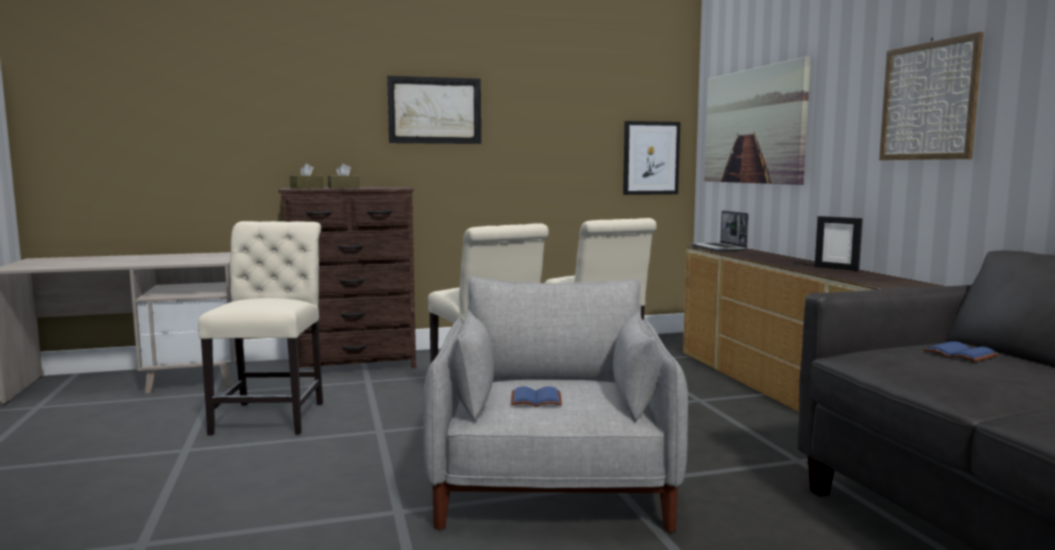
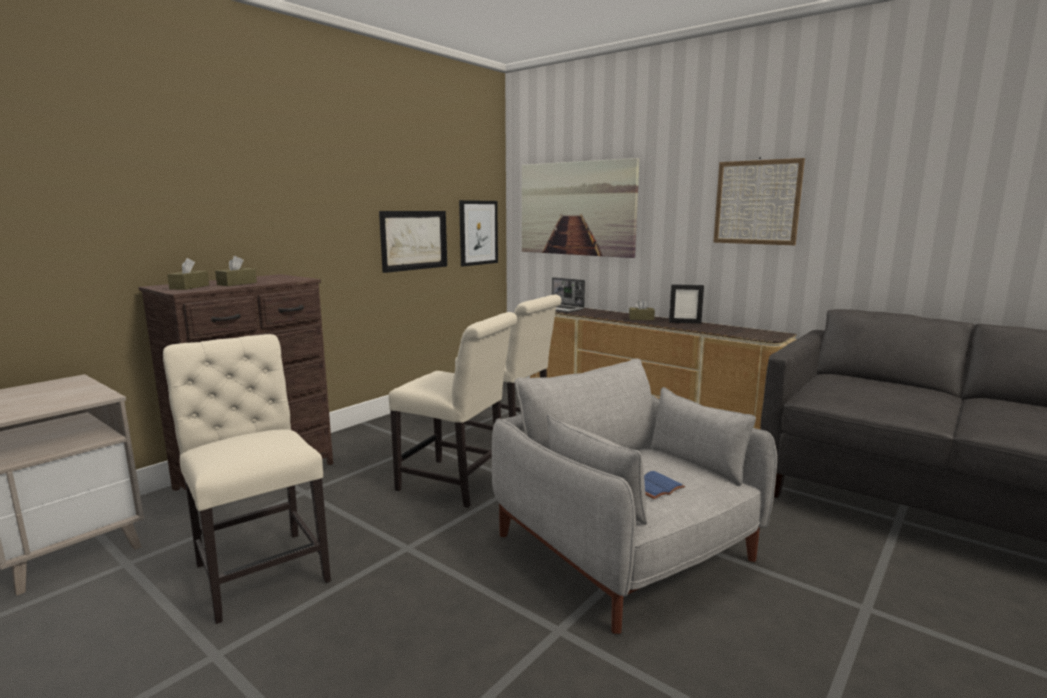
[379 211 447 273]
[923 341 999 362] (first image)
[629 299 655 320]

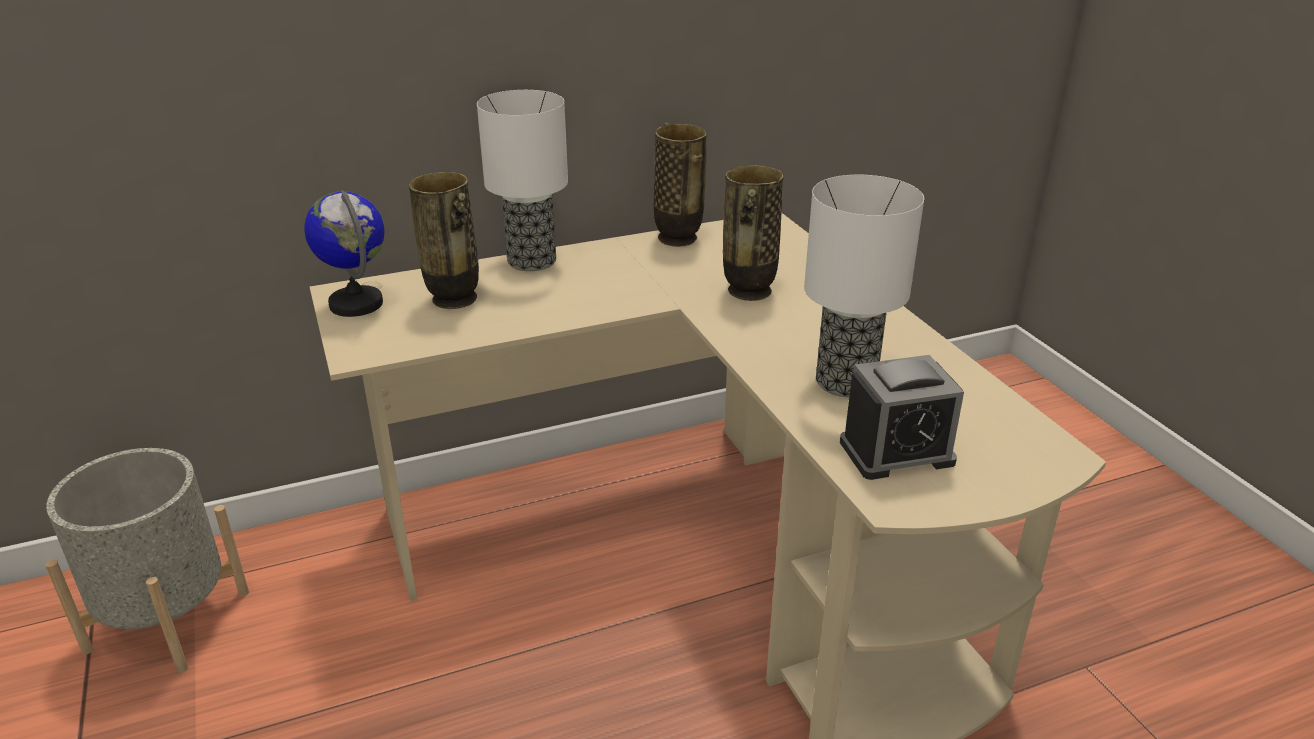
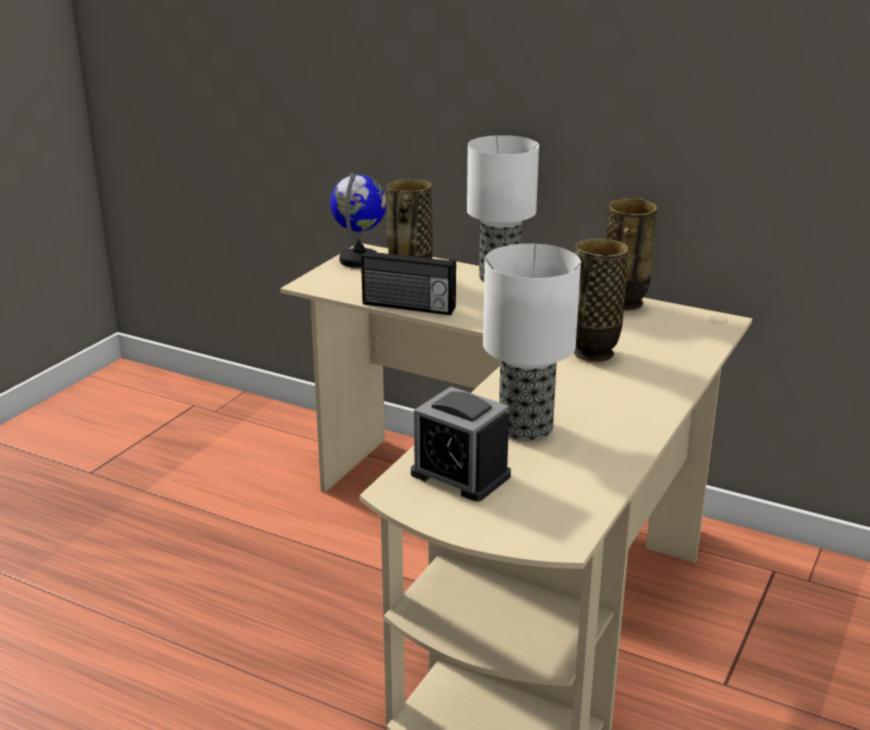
[45 448 249 673] (first image)
[361 250 456 315]

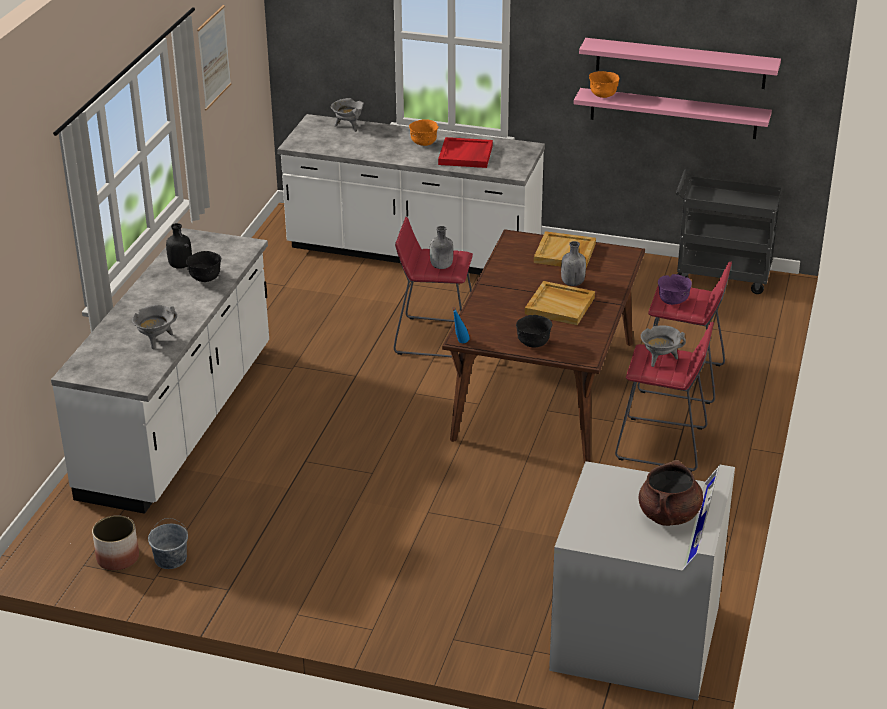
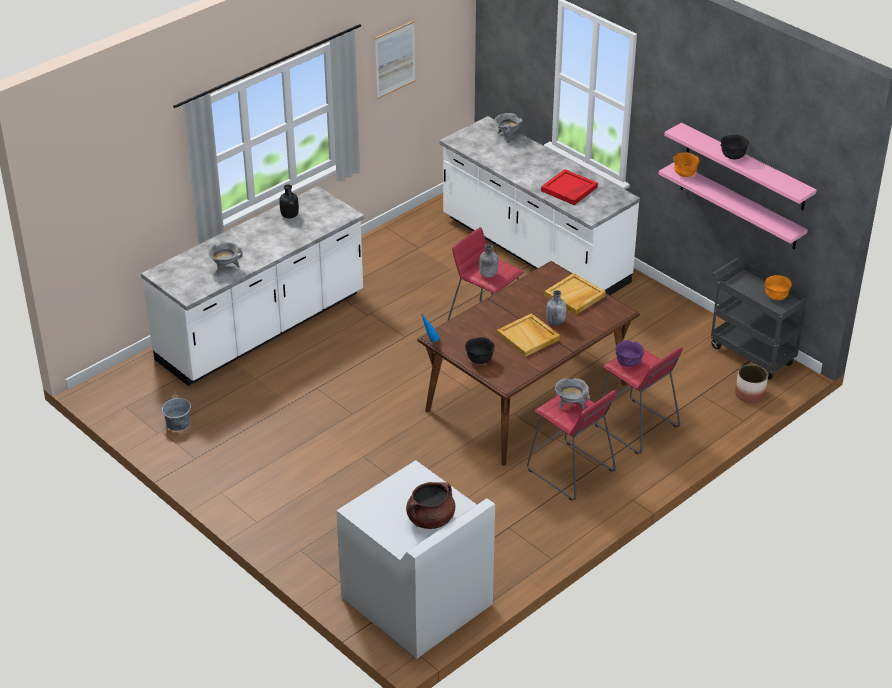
[765 275 792 300]
[720 135 749 159]
[735 364 768 403]

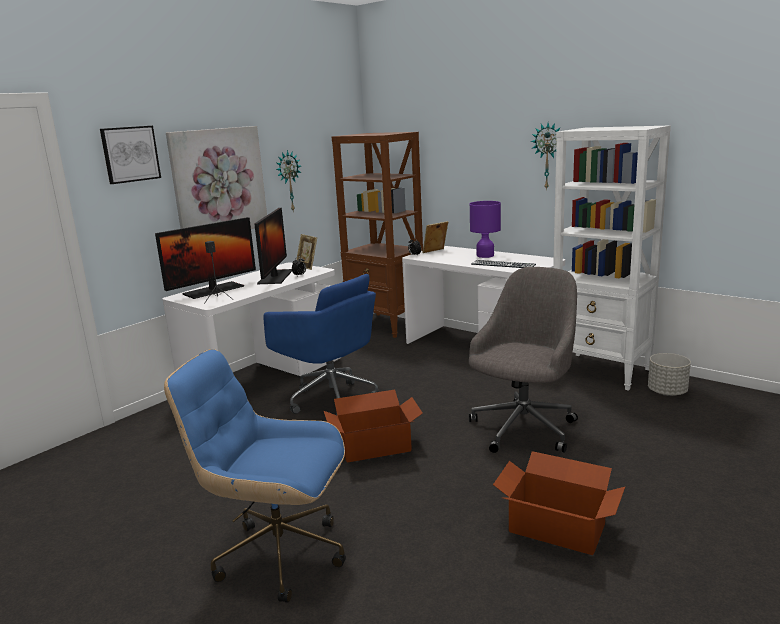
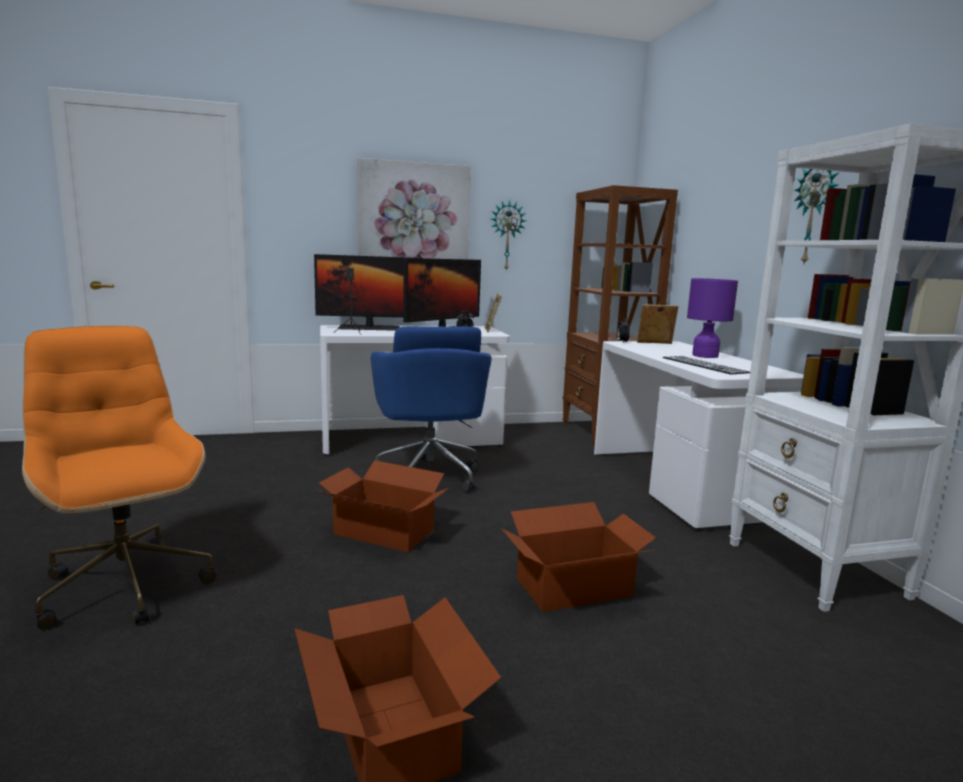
[100 126 161 184] (first image)
[501 502 656 612]
[22 326 216 630]
[648 353 691 396] (first image)

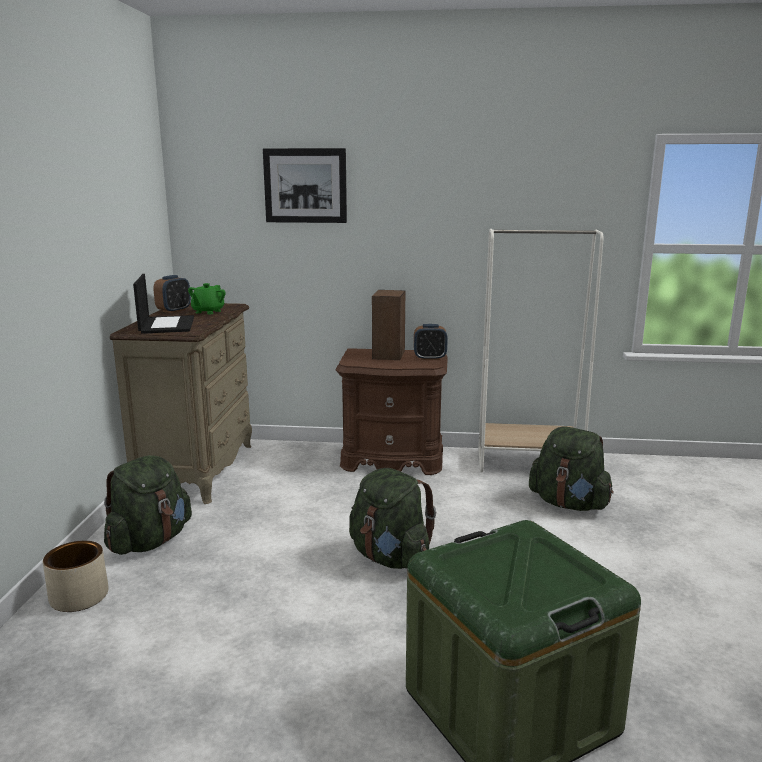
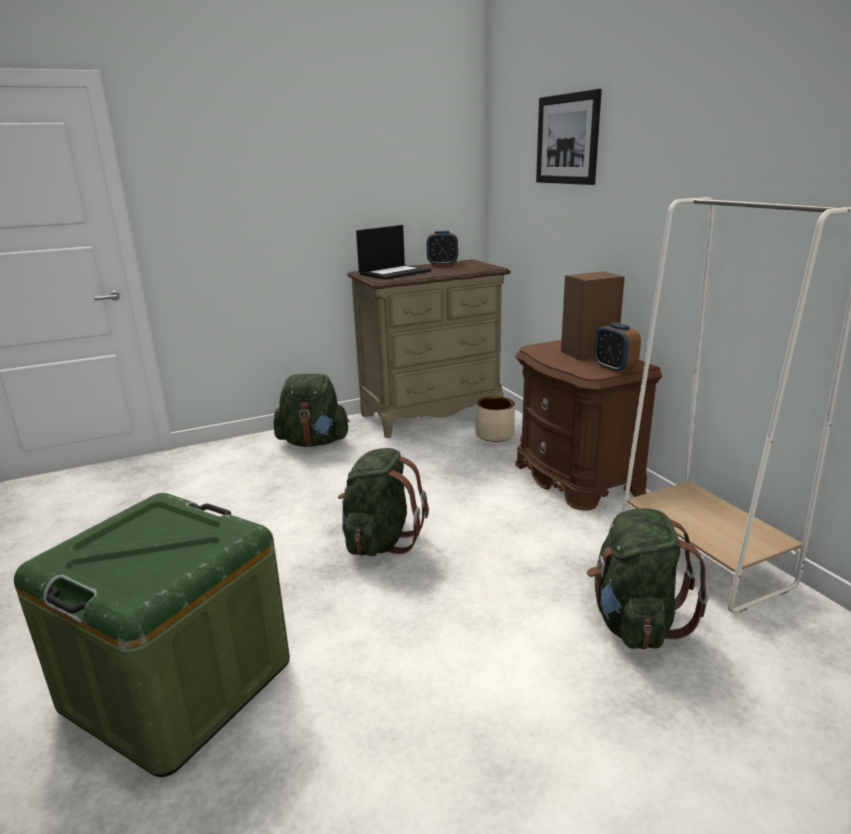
[188 283 226 315] (first image)
[475 396 515 442]

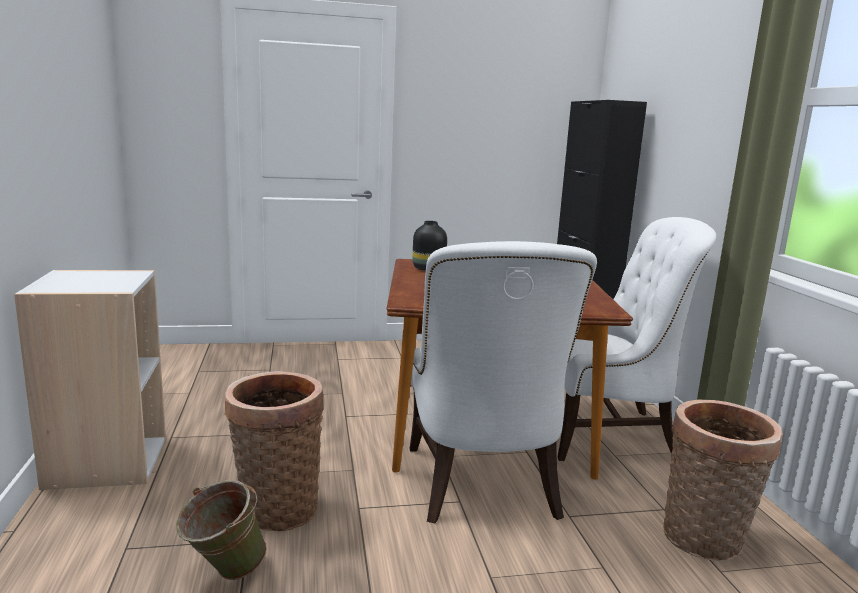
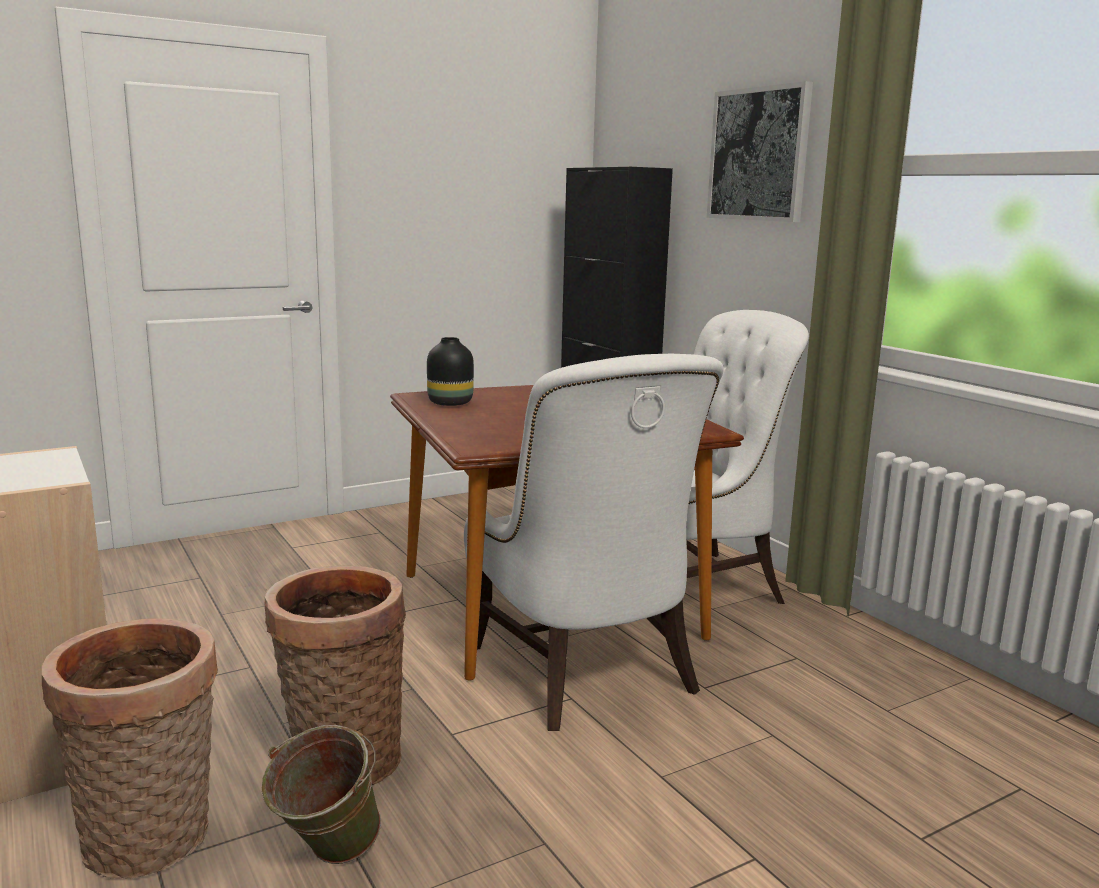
[42 618 218 879]
[707 81 813 222]

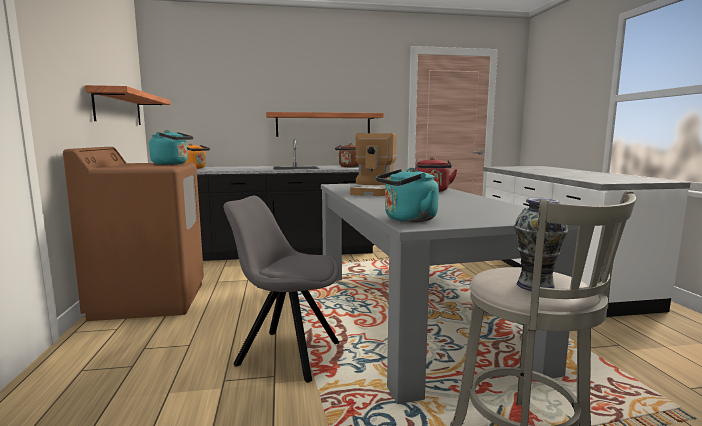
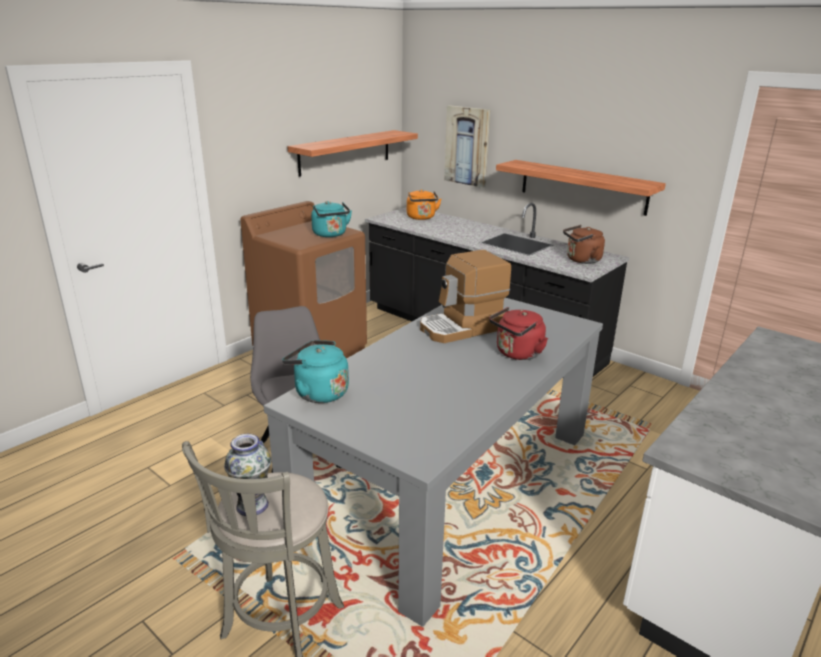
[444 105 490 188]

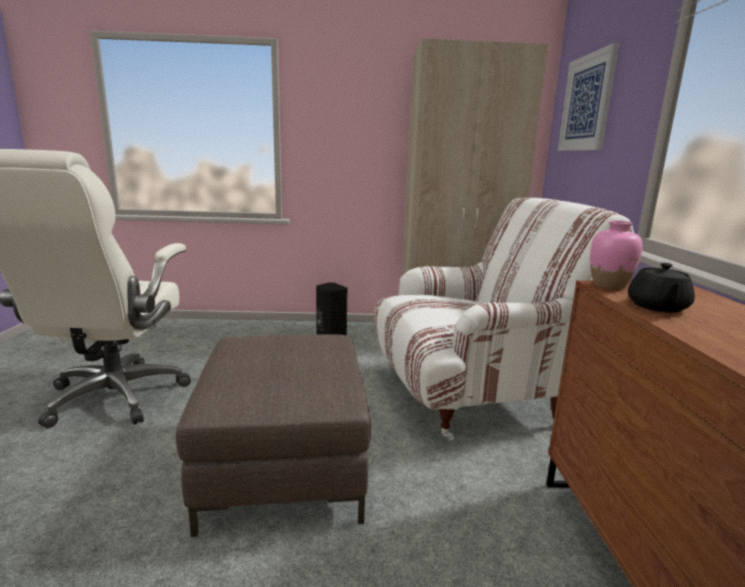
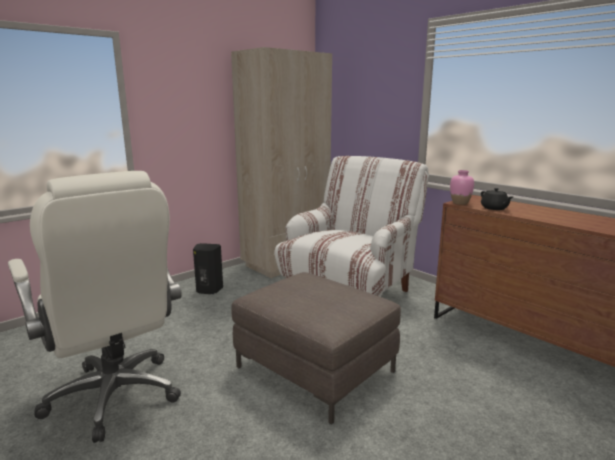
[558 43 619 151] (first image)

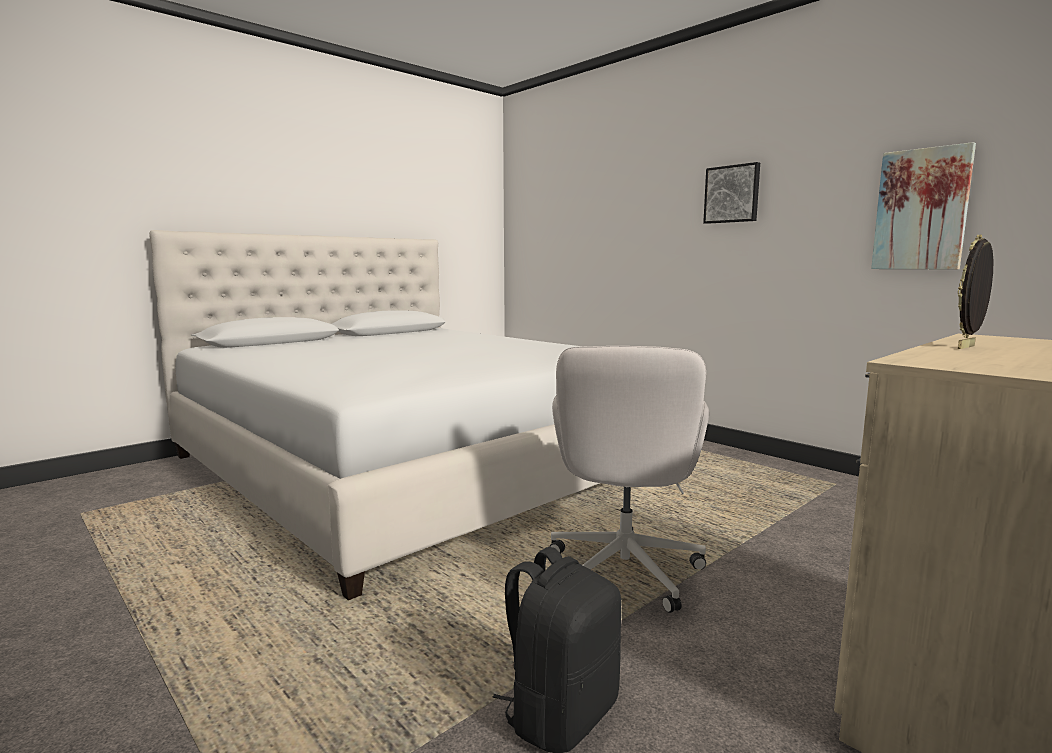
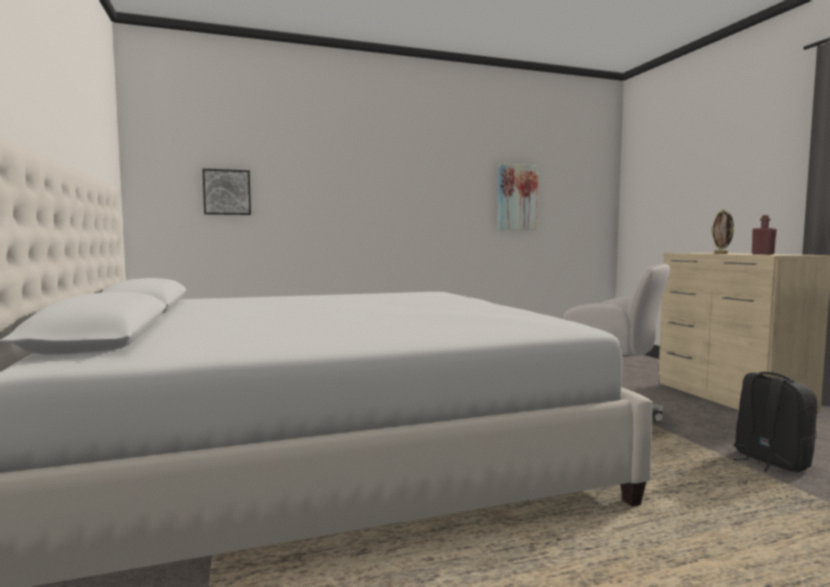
[202 169 251 215]
[752 215 777 255]

